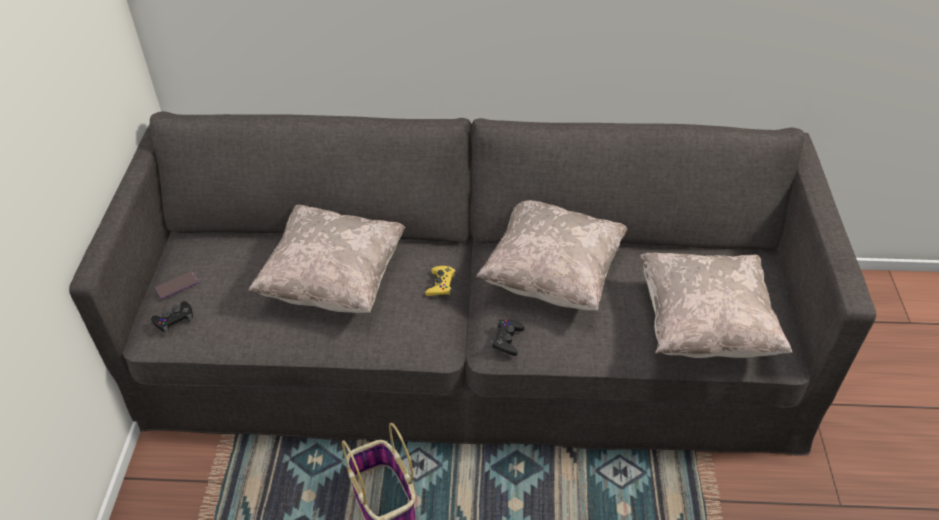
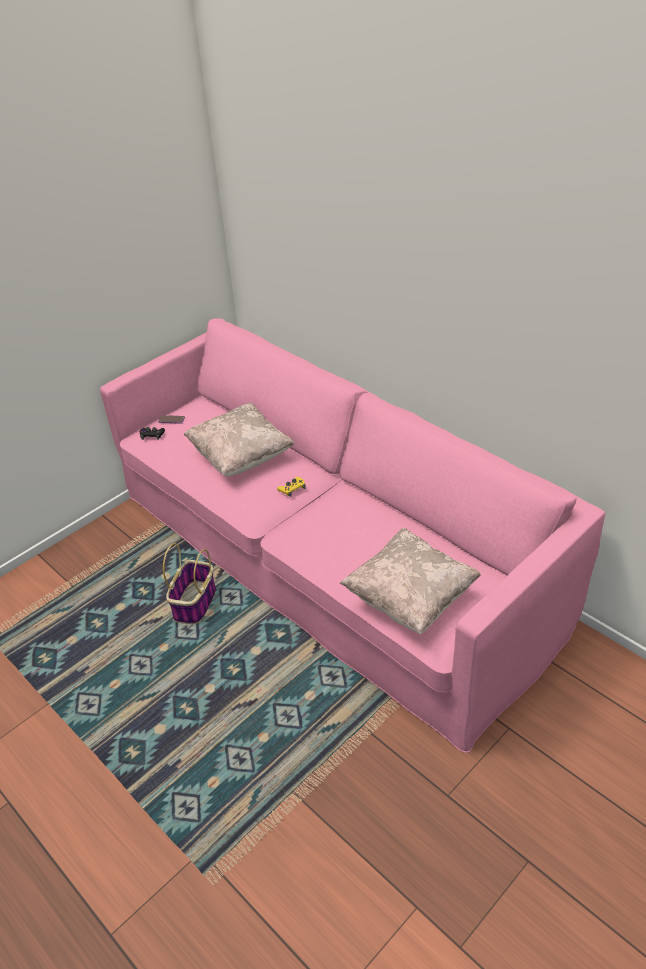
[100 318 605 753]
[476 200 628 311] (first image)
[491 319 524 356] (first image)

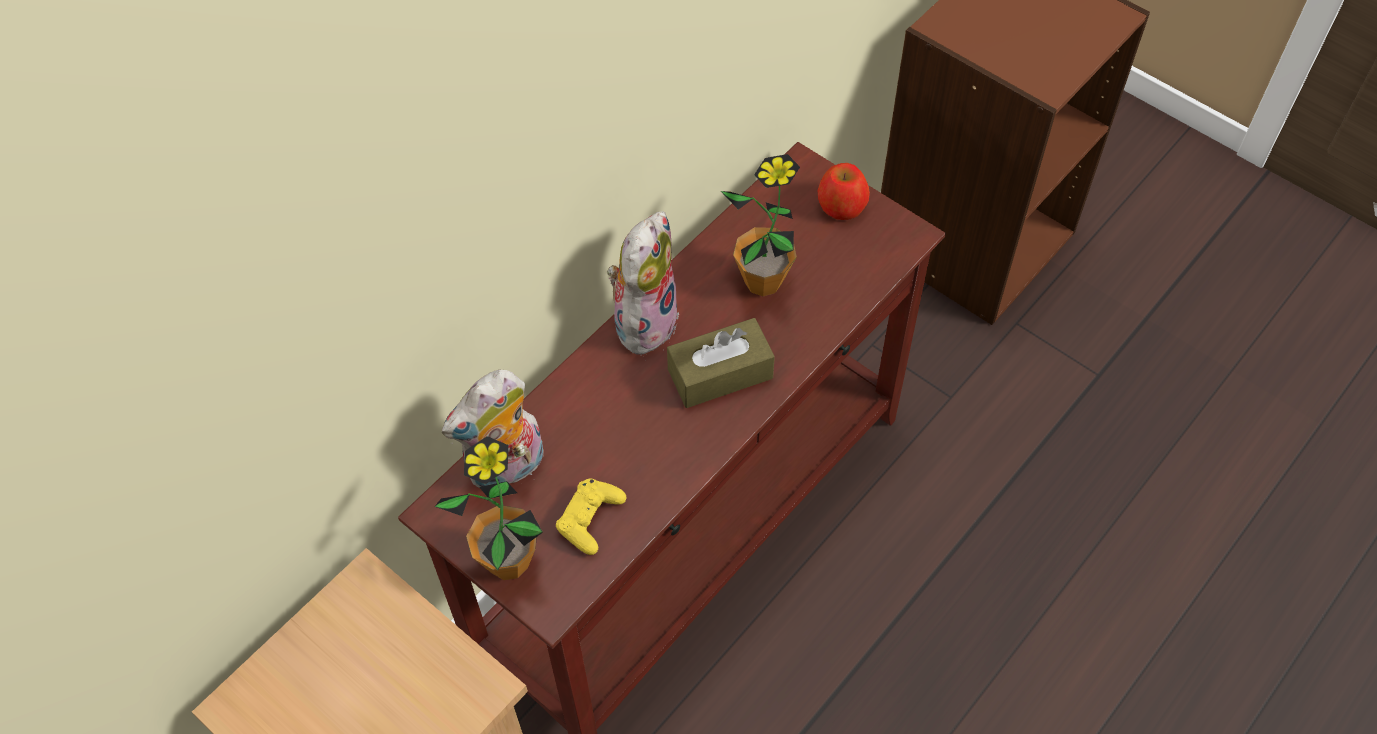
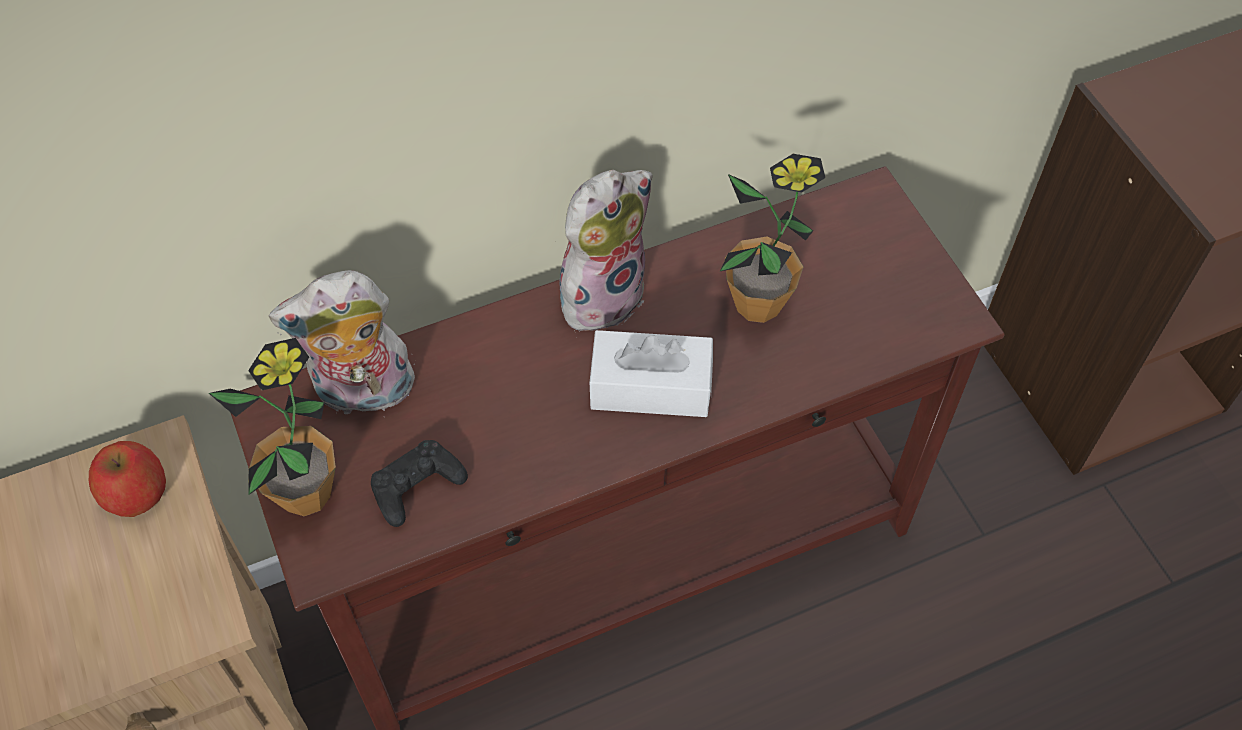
[89 441 166 517]
[589 330 713 417]
[371 440 468 527]

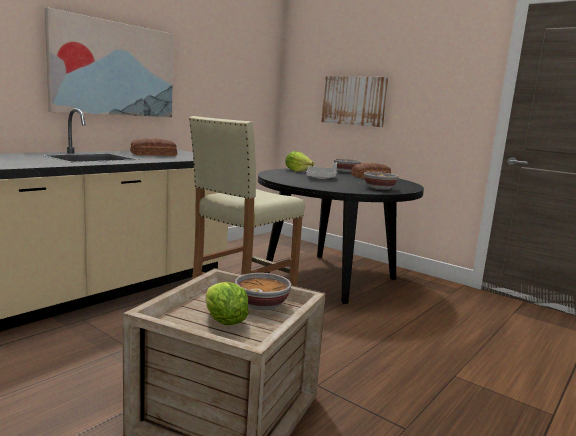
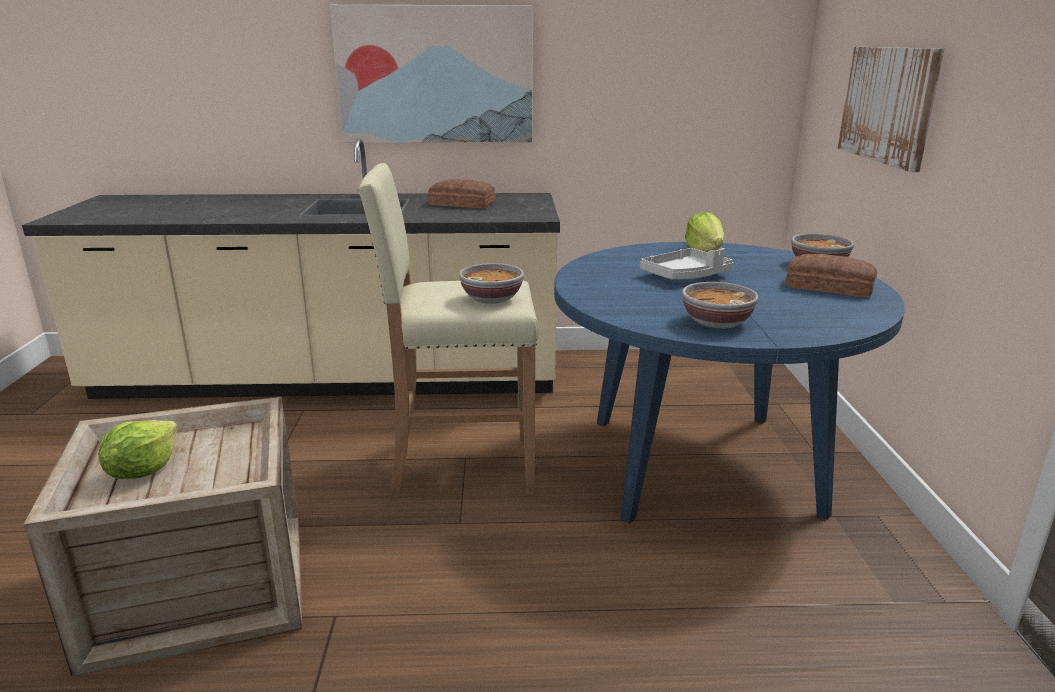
[554 242 905 524]
[459 263 524 304]

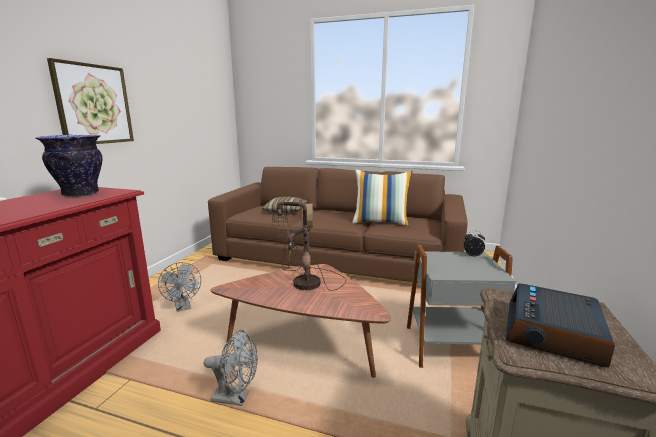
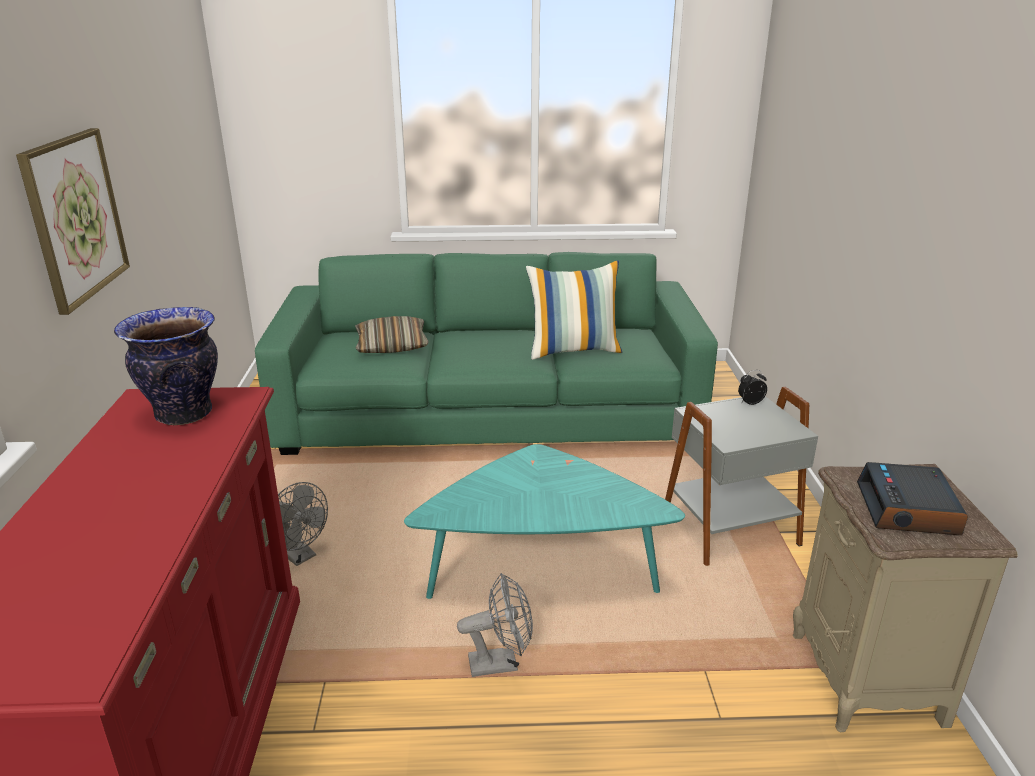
[255 252 718 455]
[271 201 346 291] (first image)
[404 444 685 599]

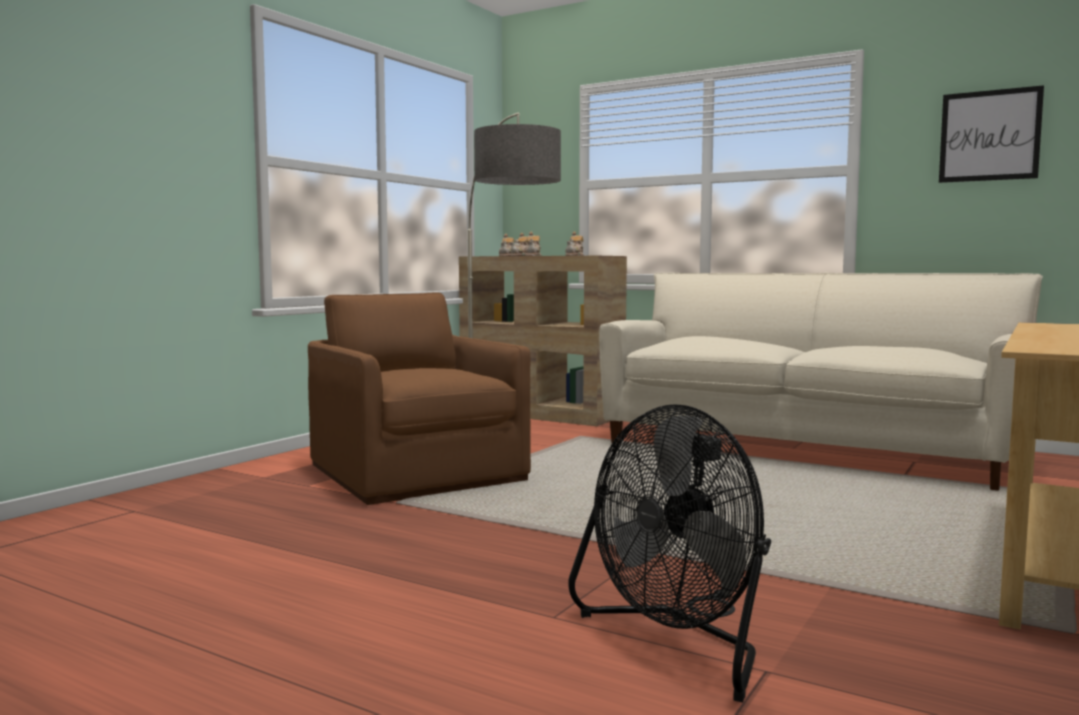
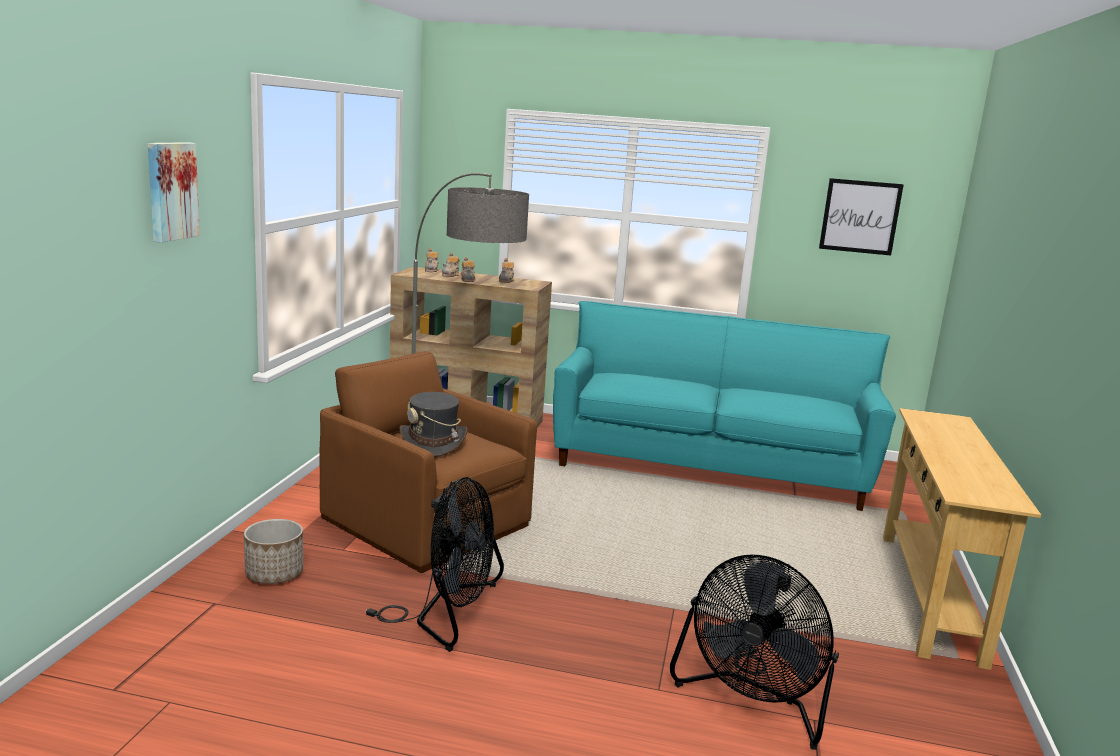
[553 301 896 511]
[148 142 200 243]
[399 392 467 457]
[365 477 504 652]
[244 519 303 584]

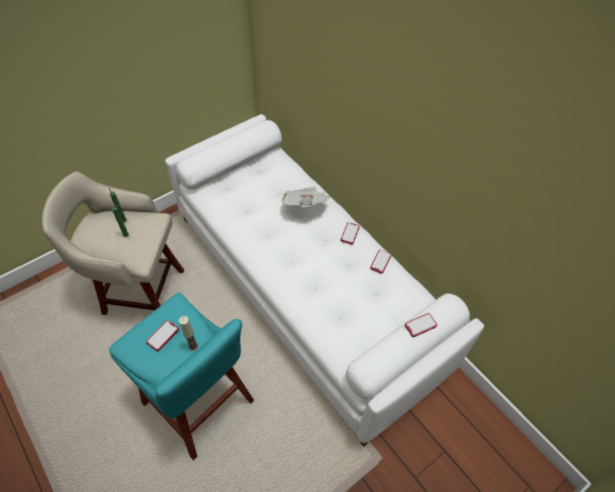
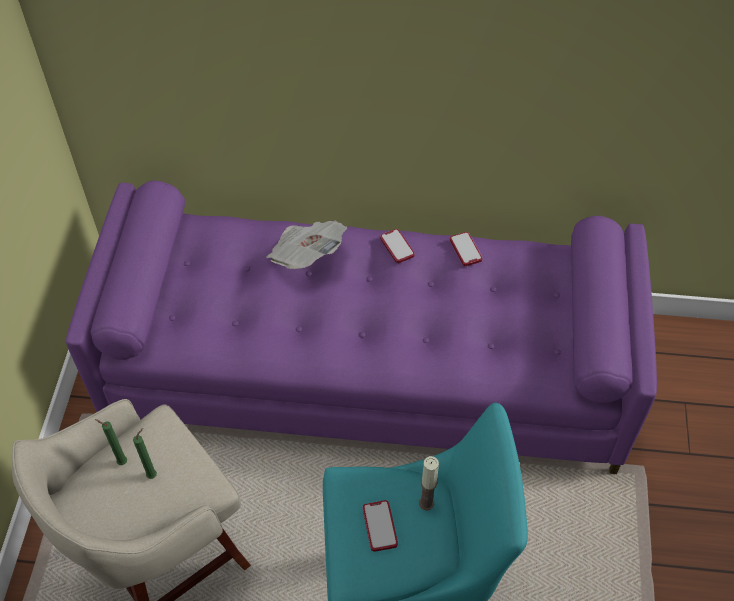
[66 181 657 474]
[405 313 437 337] (first image)

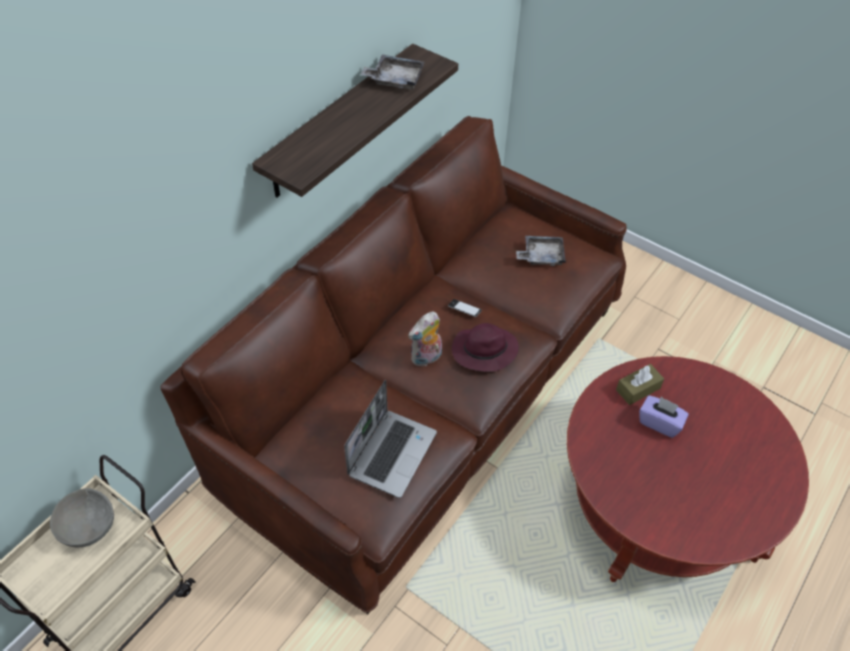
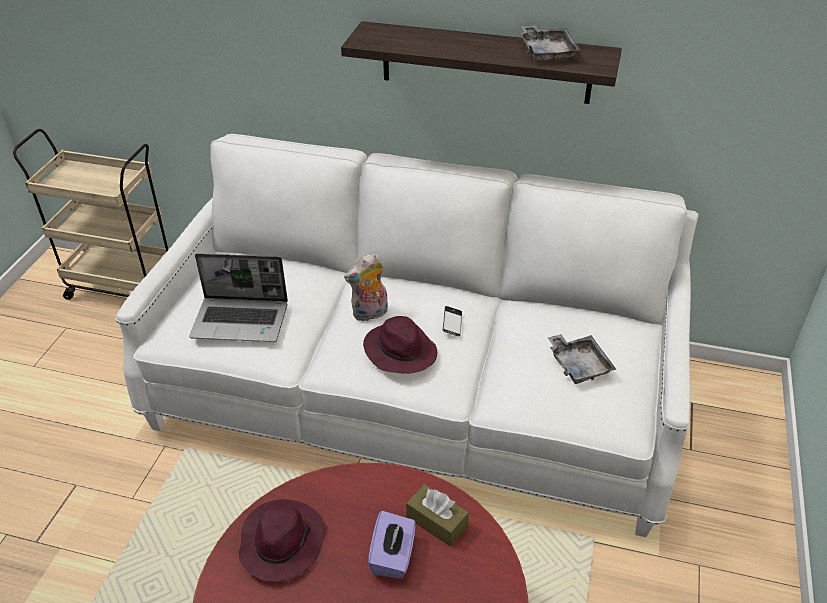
[116 134 698 537]
[344 253 388 321]
[50 488 114 547] (first image)
[239 499 324 582]

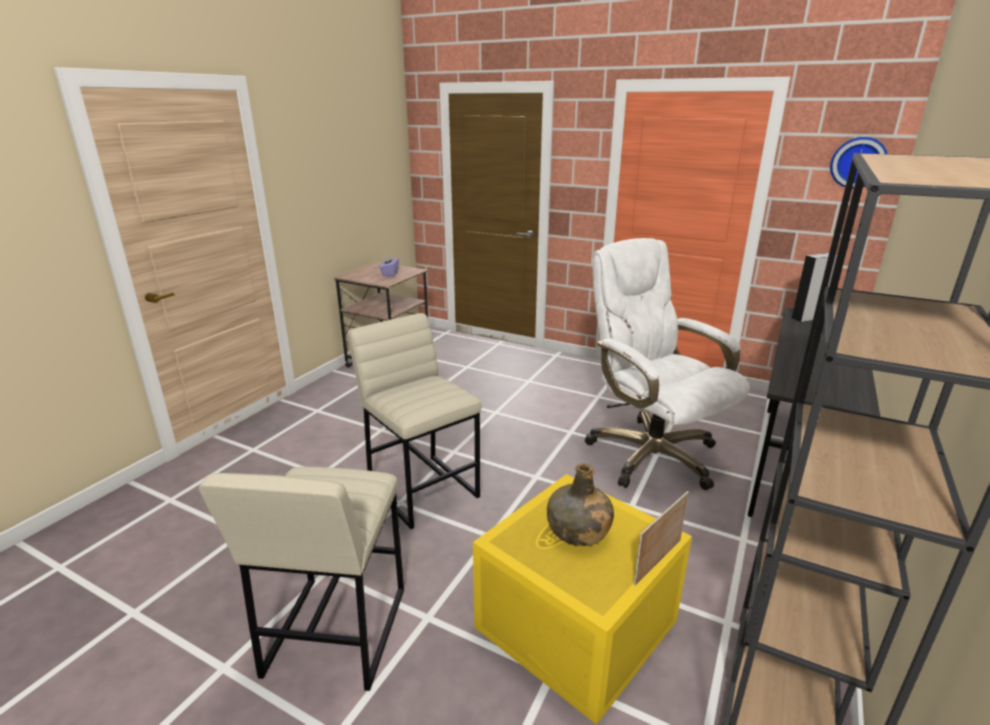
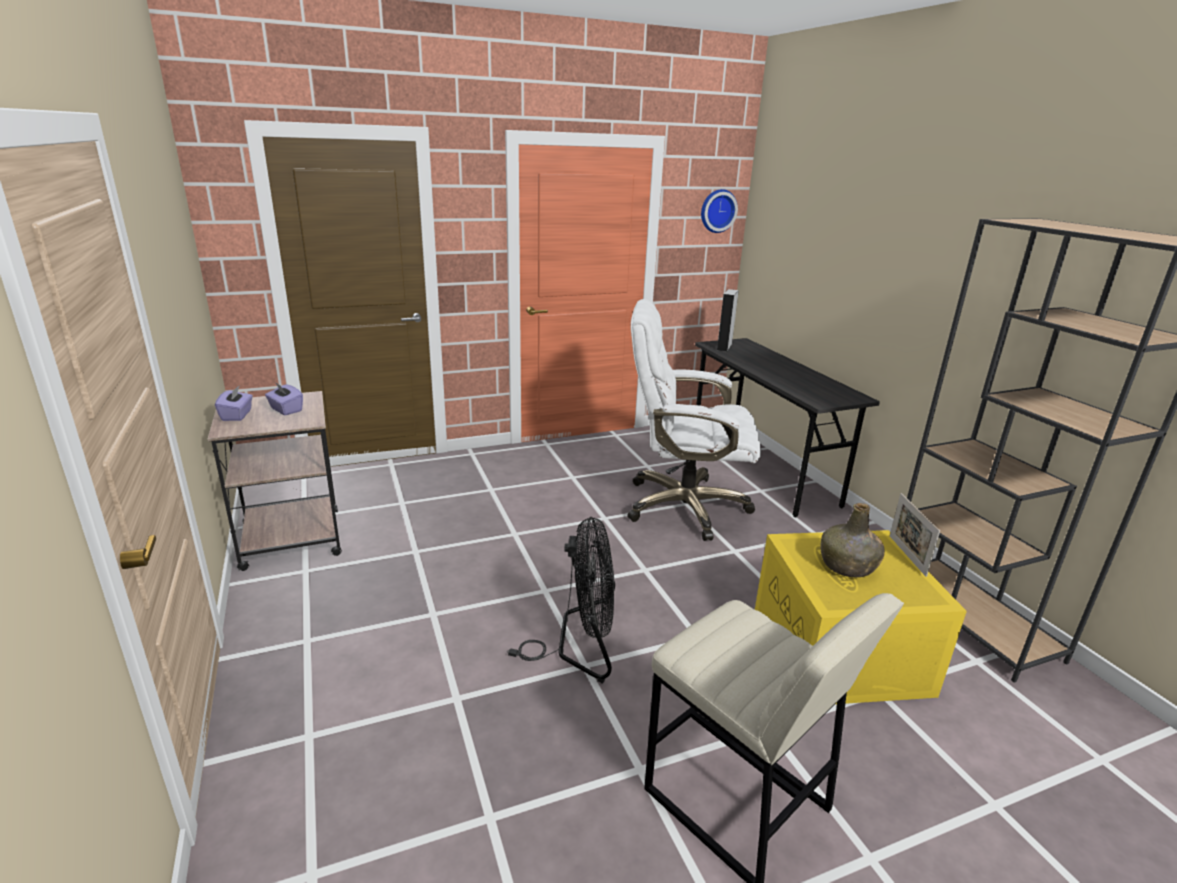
[506 517 615 683]
[215 385 253 421]

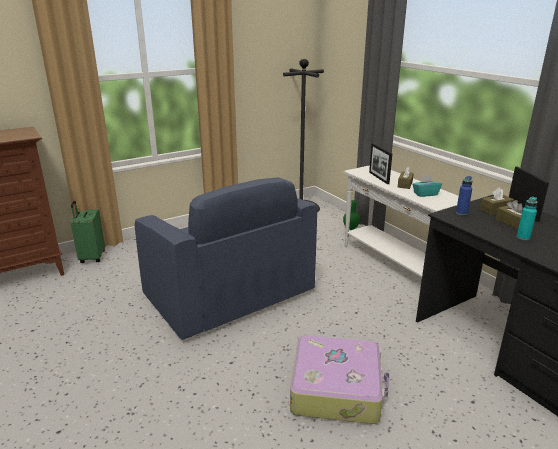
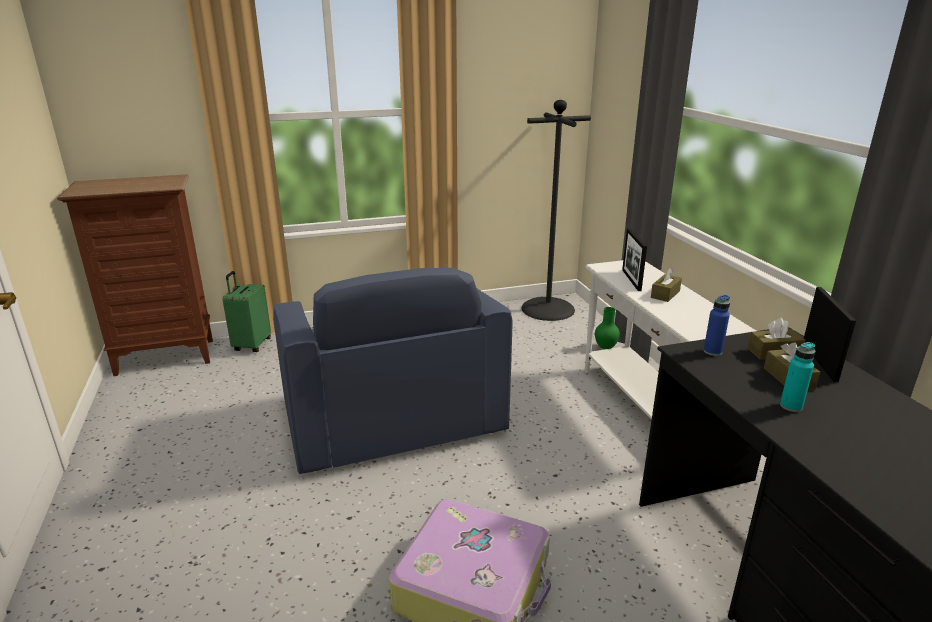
[413 175 442 197] (first image)

